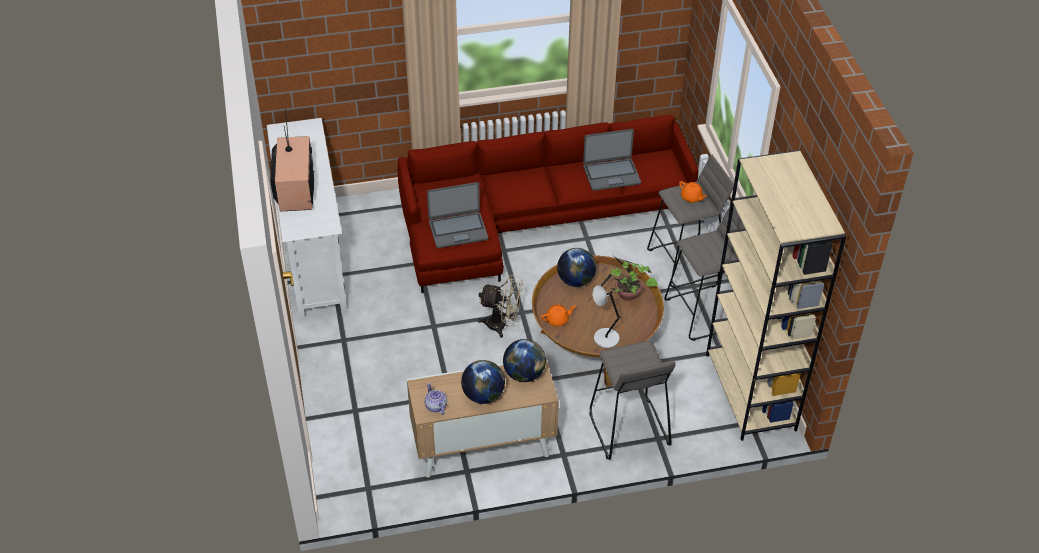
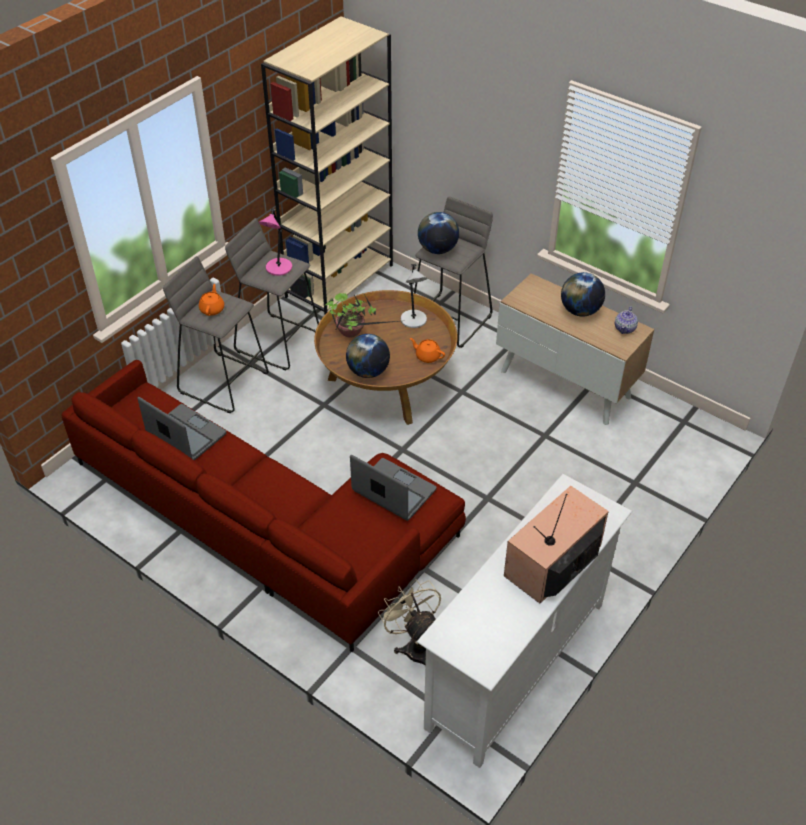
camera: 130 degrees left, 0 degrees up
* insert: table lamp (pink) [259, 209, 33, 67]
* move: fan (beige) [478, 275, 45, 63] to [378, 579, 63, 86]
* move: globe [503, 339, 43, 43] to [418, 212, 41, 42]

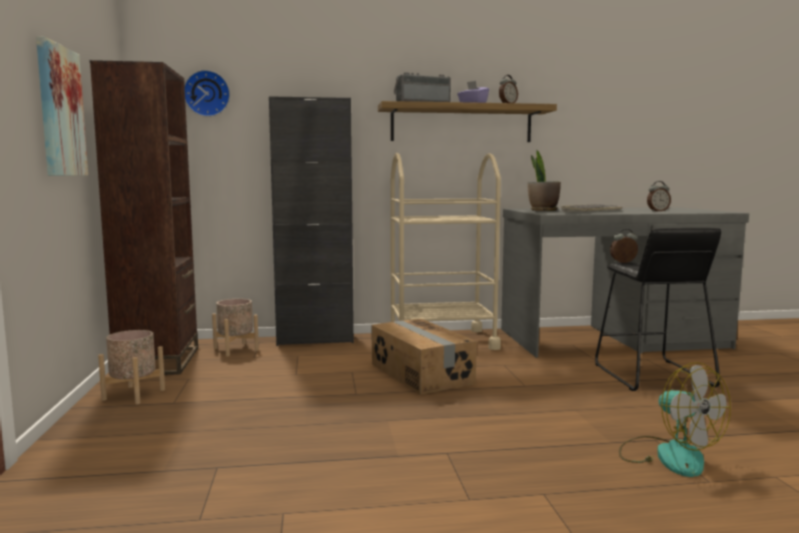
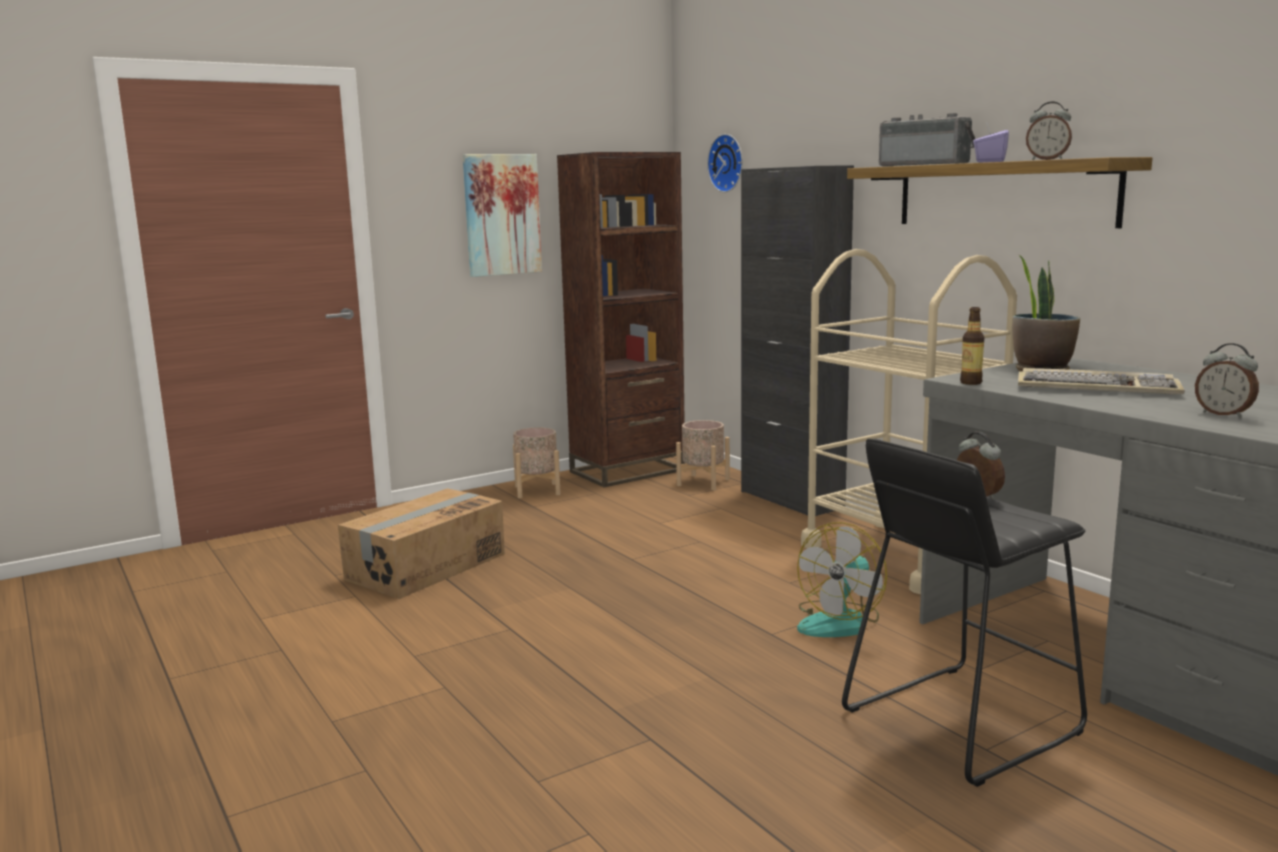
camera: 65 degrees right, 5 degrees up
* move: cardboard box [371, 319, 106, 76] to [338, 488, 167, 111]
* move: fan [619, 362, 112, 115] to [797, 522, 90, 115]
* insert: bottle [960, 307, 25, 78]

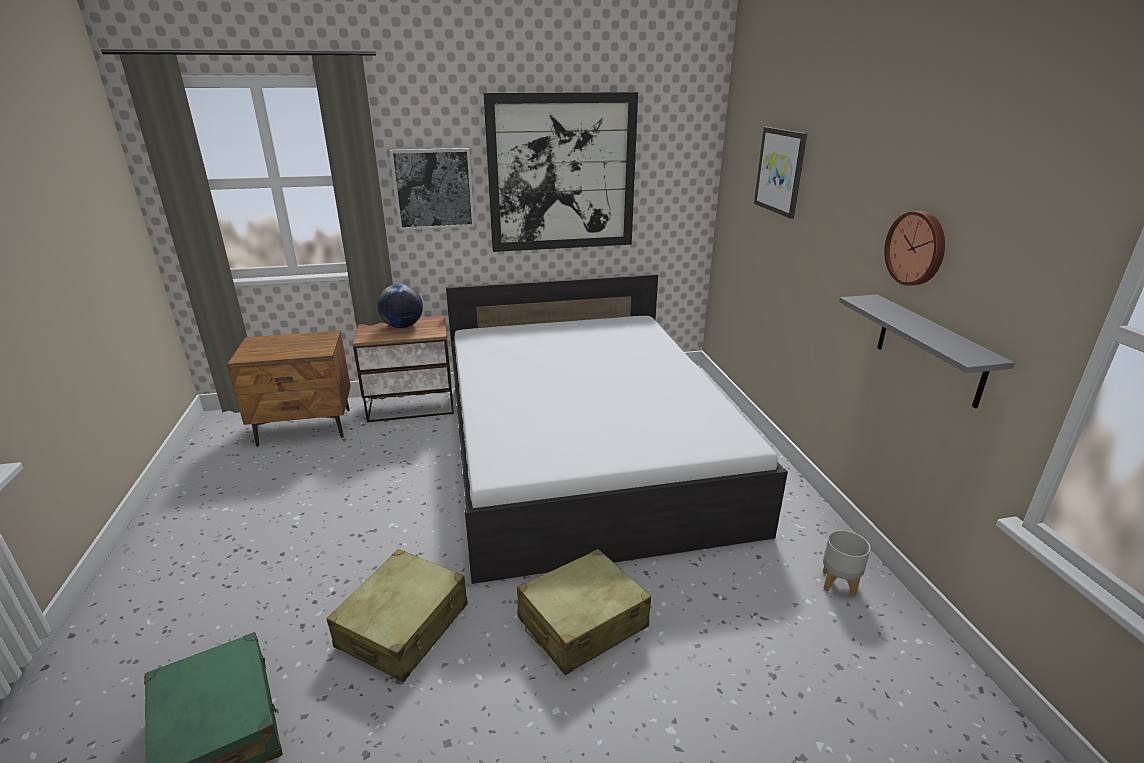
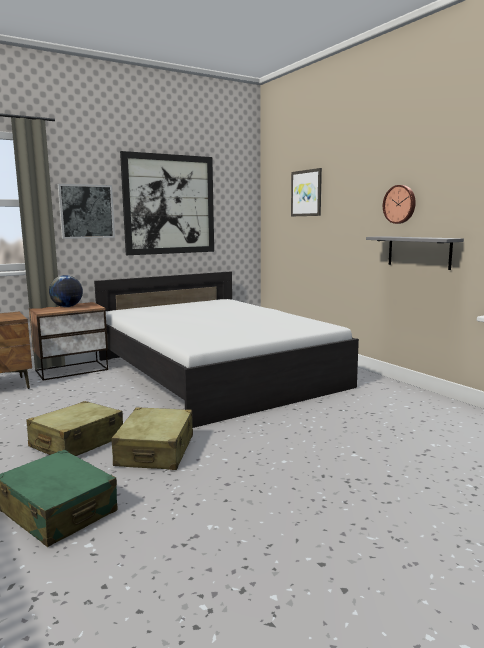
camera: 20 degrees left, 15 degrees down
* move: suitcase (beige) [517, 549, 134, 126] to [26, 401, 97, 55]
* delete: planter (grey) [823, 530, 48, 67]

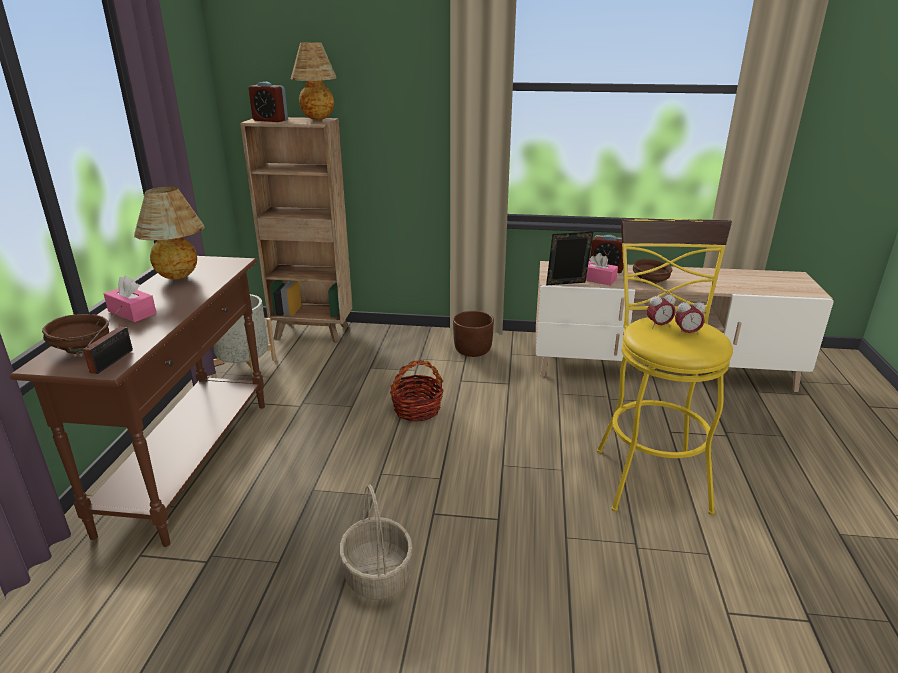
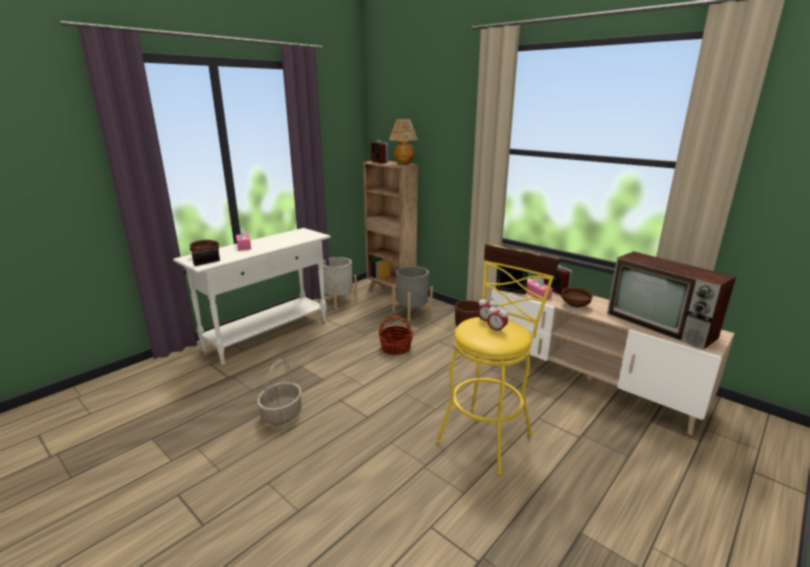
camera: 35 degrees right, 5 degrees down
* recolor: console table (brown) [10, 256, 255, 291] to console table (white) [173, 228, 158, 137]
* insert: planter (grey) [392, 266, 41, 55]
* insert: television [607, 251, 129, 98]
* delete: table lamp [134, 187, 71, 93]

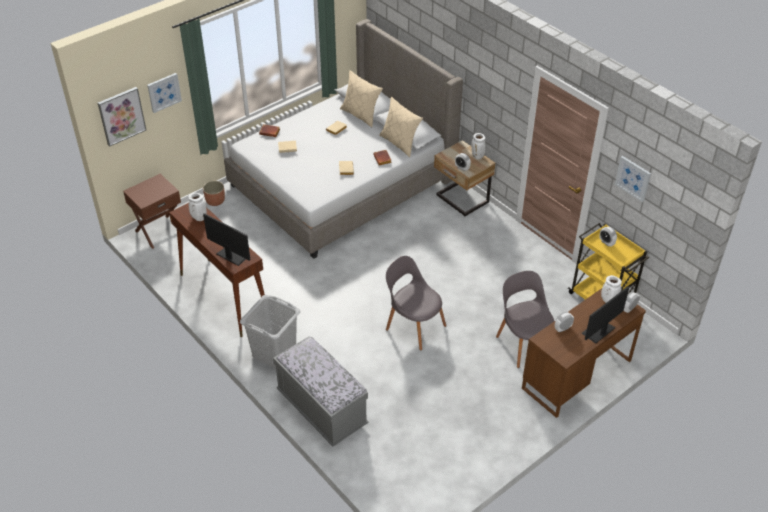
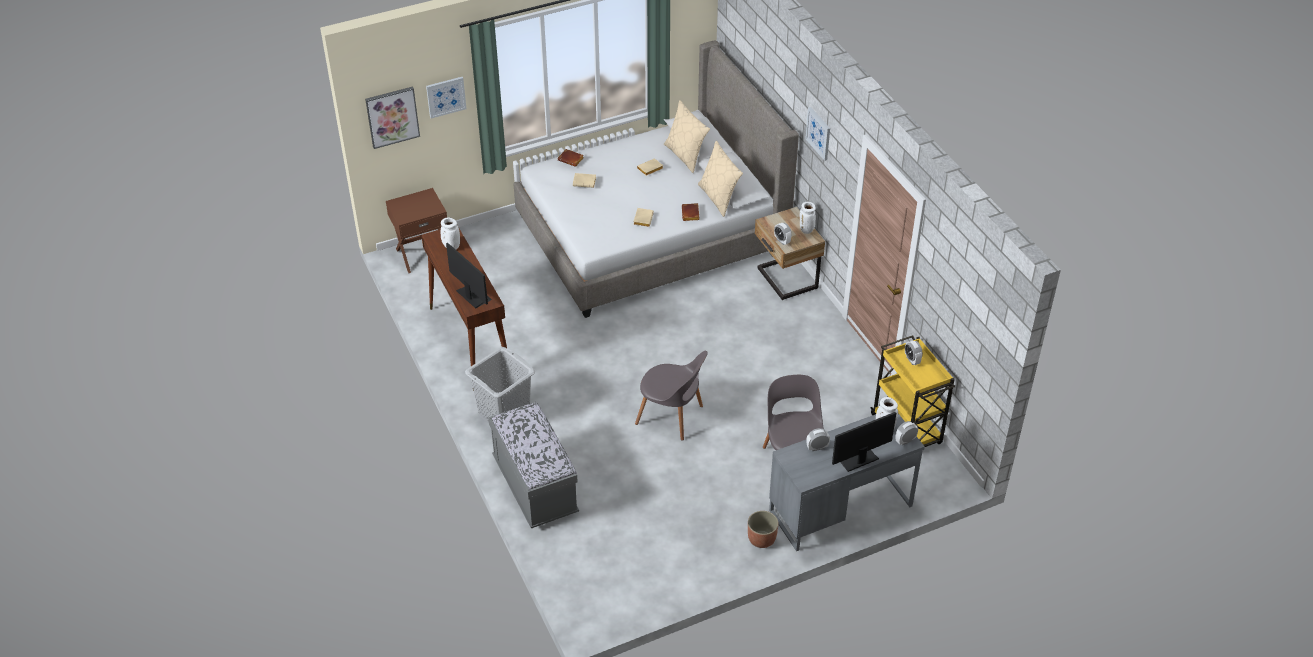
camera: 15 degrees right, 0 degrees up
* rotate: chair (grey) [386, 256, 60, 95] = [635, 351, 73, 90] 150 degrees clockwise
* move: planter [203, 181, 22, 25] to [748, 511, 31, 37]
* recolor: desk (brown) [522, 288, 124, 130] to desk (grey) [769, 413, 156, 138]
* move: picture [615, 156, 36, 46] to [805, 107, 25, 54]

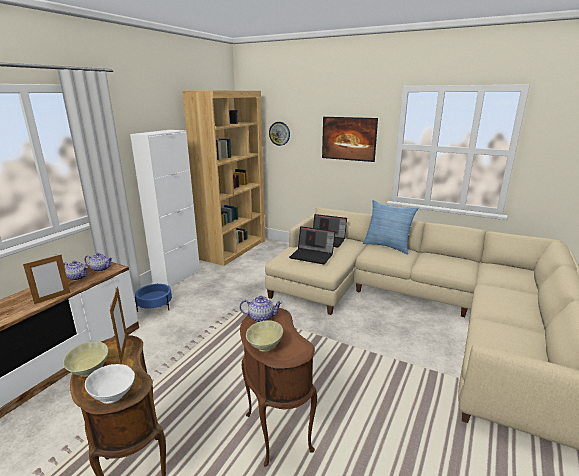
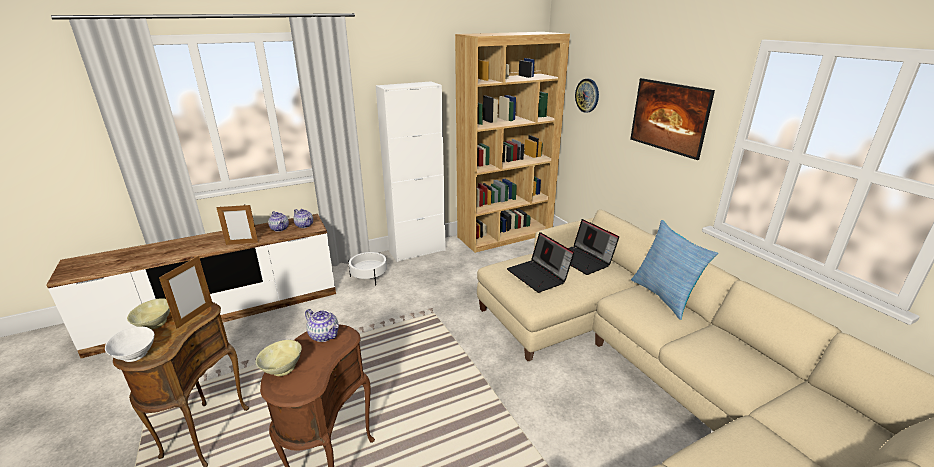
camera: 35 degrees right, 5 degrees up
* recolor: planter (blue) [135, 283, 37, 29] to planter (white) [348, 252, 39, 33]

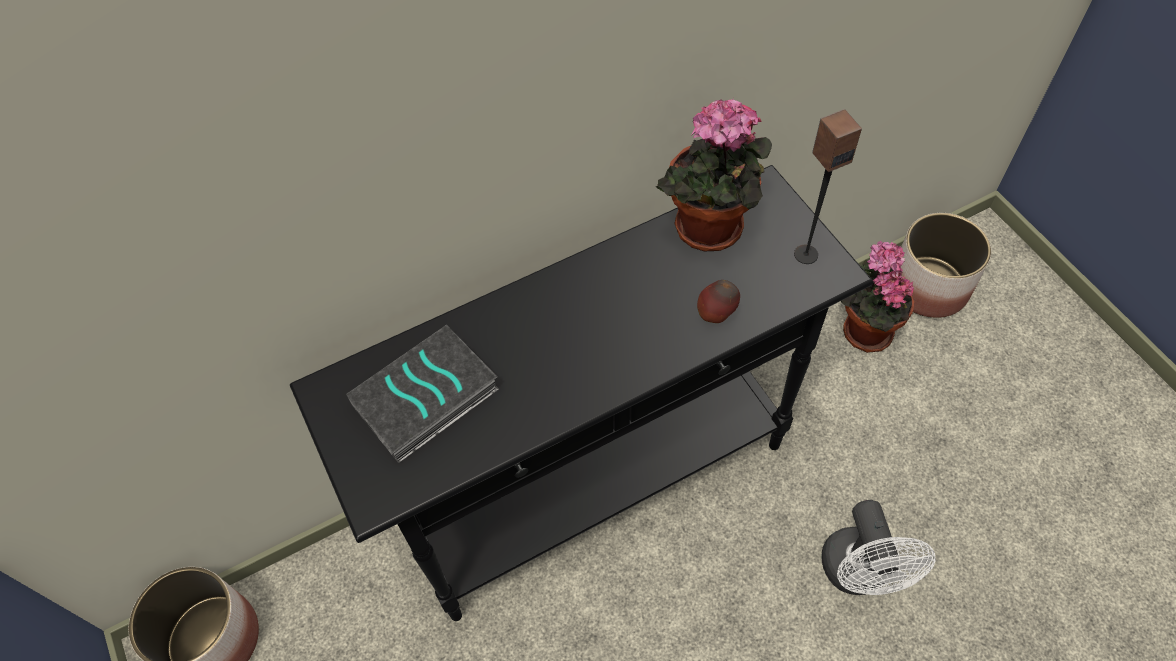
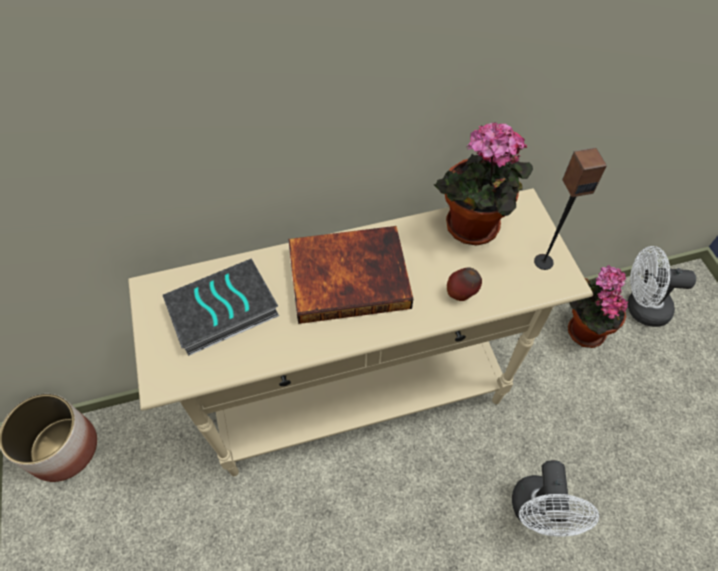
camera: 10 degrees right, 0 degrees up
* recolor: console table (black) [290, 165, 584, 456] to console table (beige) [128, 188, 465, 288]
* insert: book [288, 226, 125, 98]
* replace: planter [901, 213, 90, 105] to fan (white) [628, 246, 68, 81]

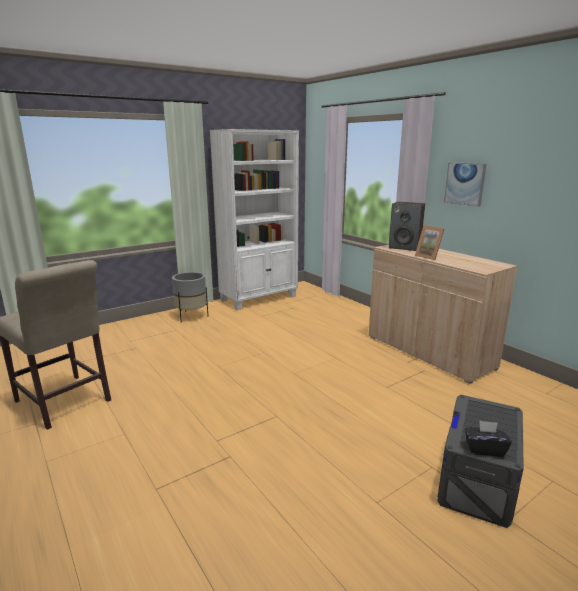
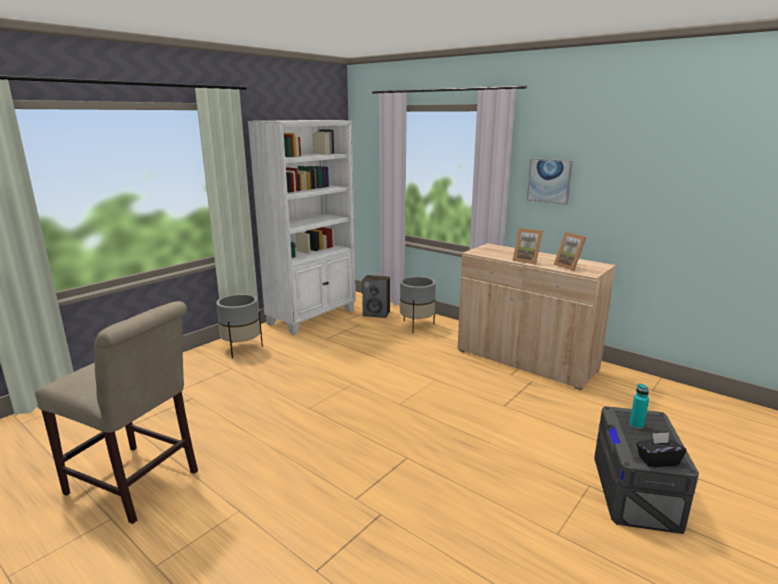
camera: 15 degrees left, 0 degrees up
* move: speaker [389, 202, 36, 49] to [362, 275, 28, 43]
* insert: planter (grey) [400, 276, 36, 55]
* insert: picture frame [554, 232, 32, 39]
* insert: bottle (turquoise) [629, 383, 20, 46]

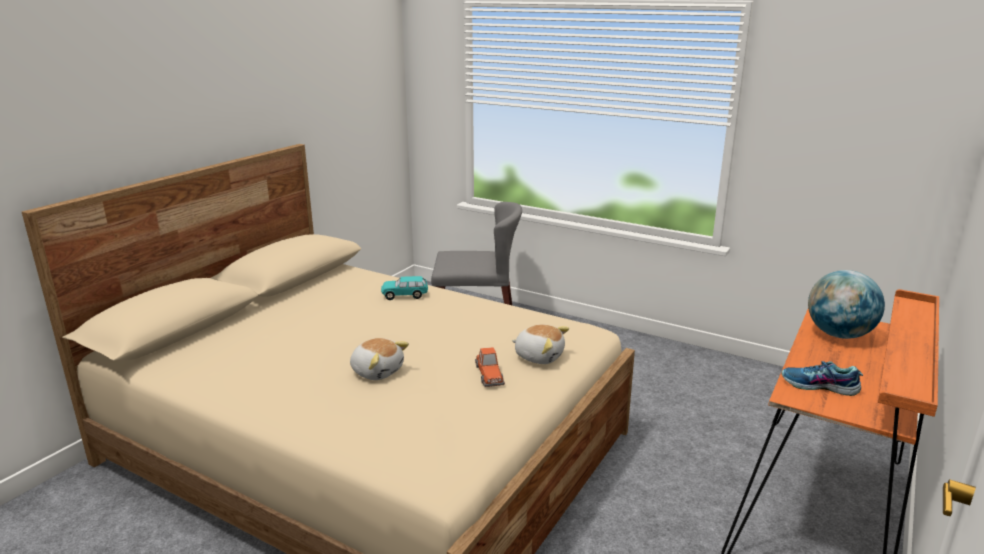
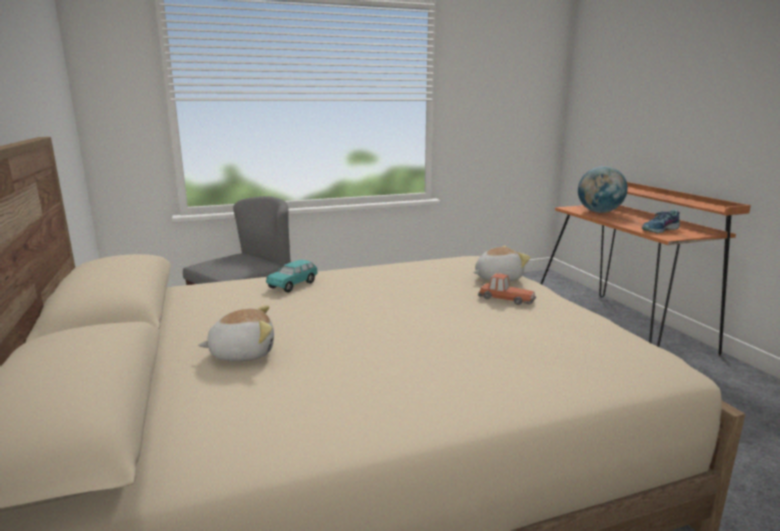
camera: 50 degrees left, 5 degrees down
* move: plush toy [350, 338, 59, 42] to [198, 305, 76, 56]

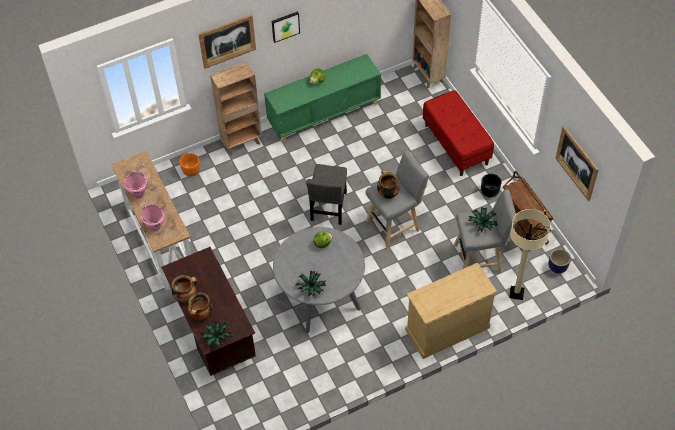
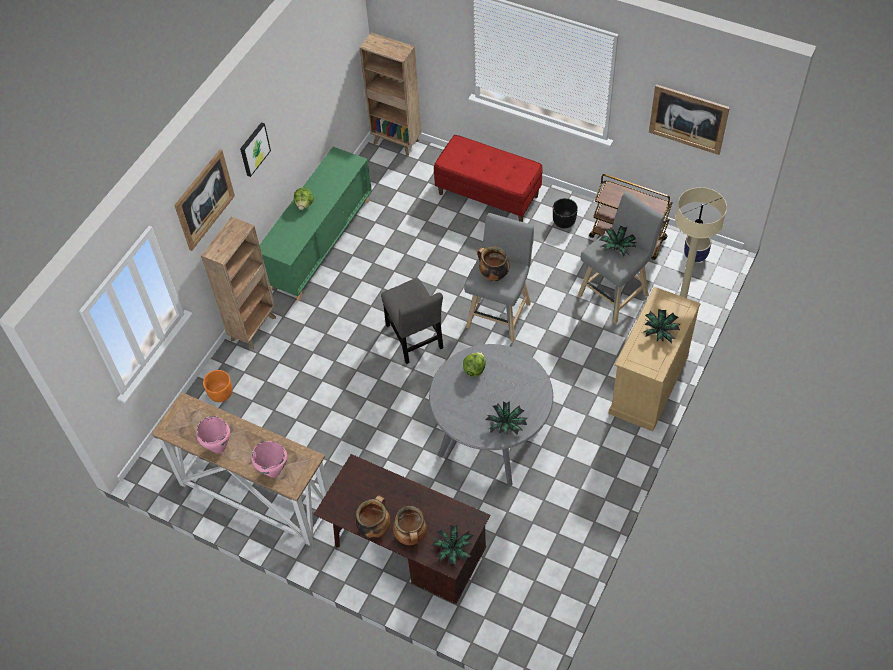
camera: 35 degrees left, 0 degrees up
* insert: potted plant [644, 309, 36, 35]

